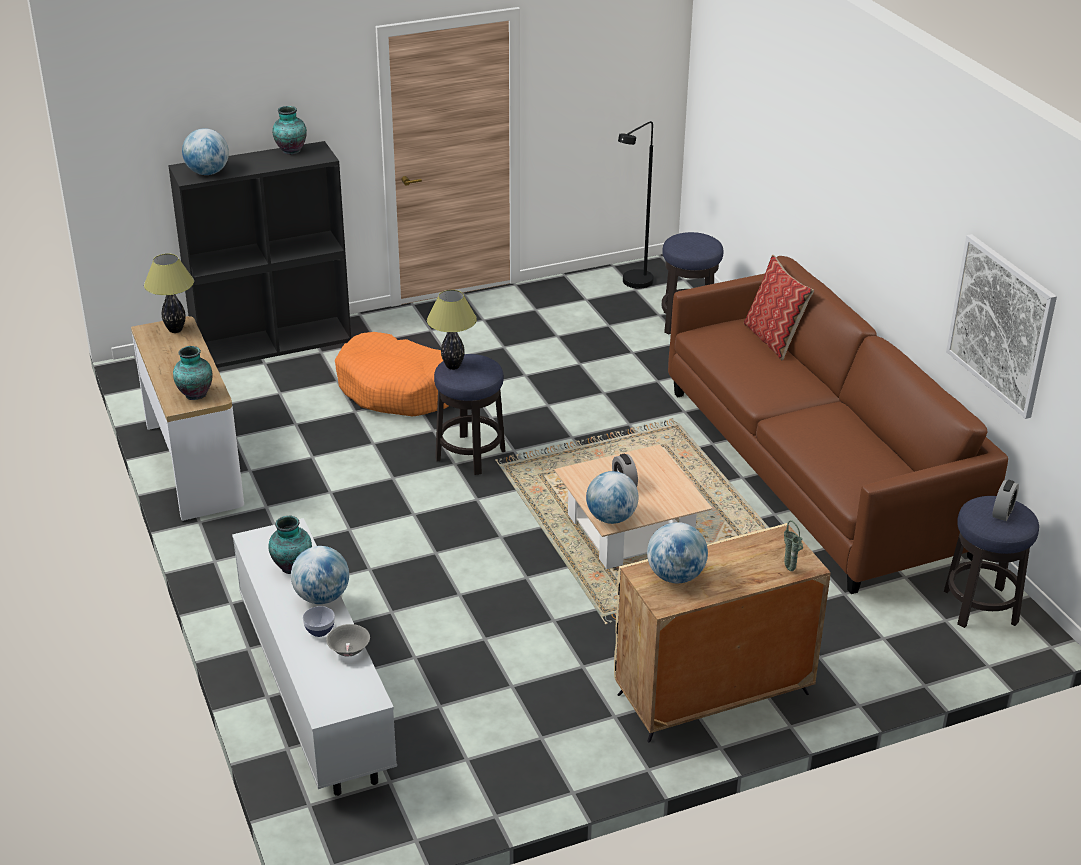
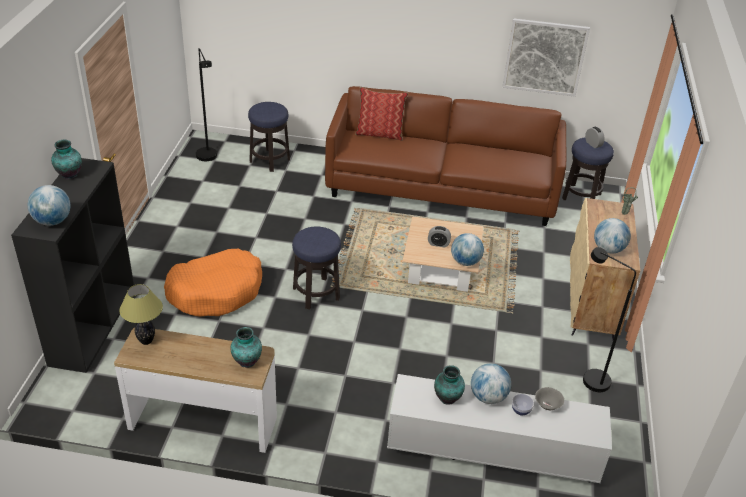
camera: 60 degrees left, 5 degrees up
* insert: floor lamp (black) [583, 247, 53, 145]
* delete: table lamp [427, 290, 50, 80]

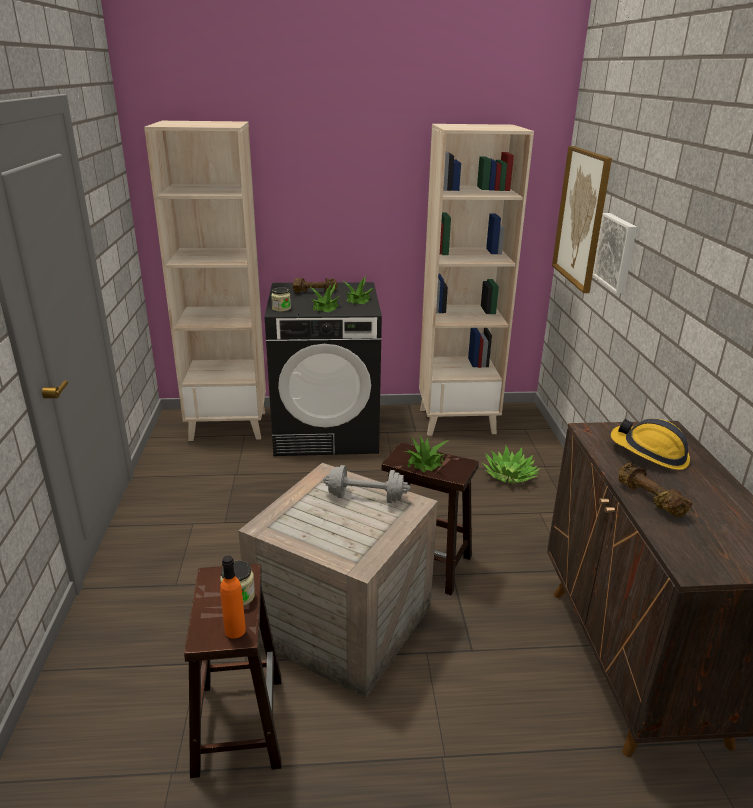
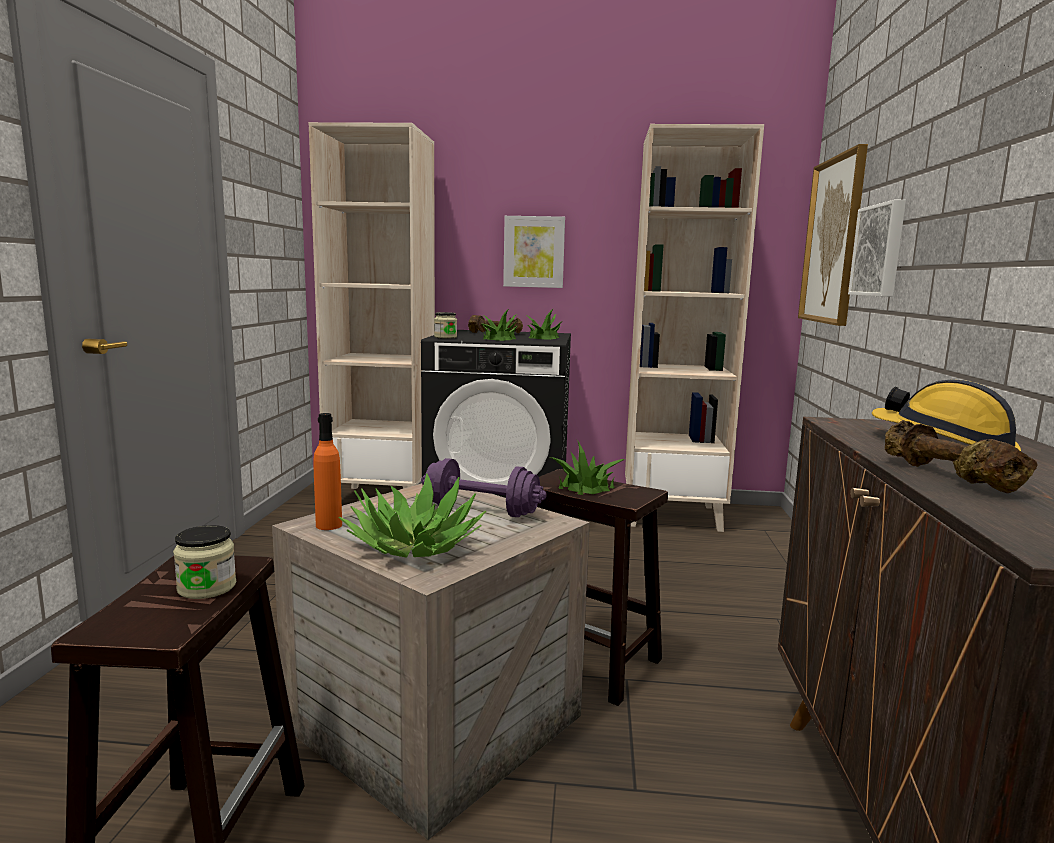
camera: 10 degrees right, 15 degrees down
* move: bottle (orange) [220, 555, 26, 84] to [313, 413, 29, 117]
* move: potted plant [482, 446, 58, 38] to [339, 473, 147, 85]
* recolor: dumbbell (grey) [323, 465, 88, 38] to dumbbell (purple) [421, 458, 126, 59]
* insert: picture [503, 216, 62, 72]

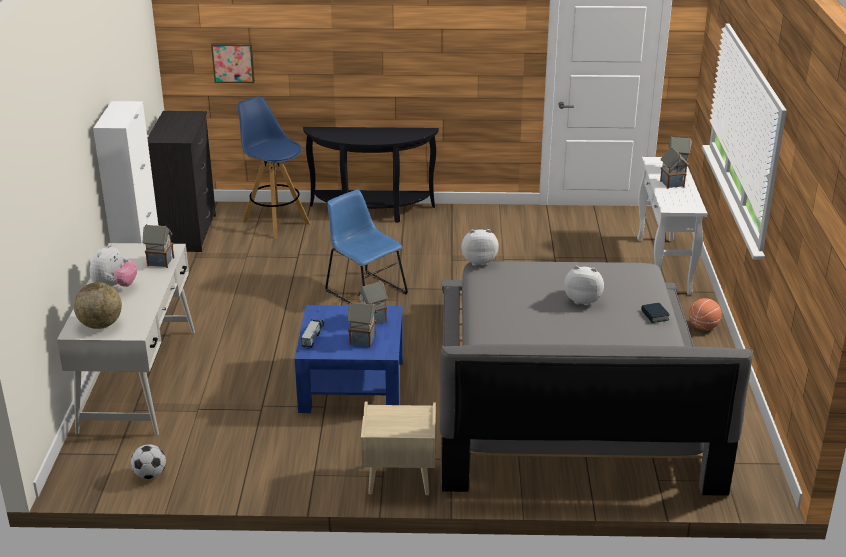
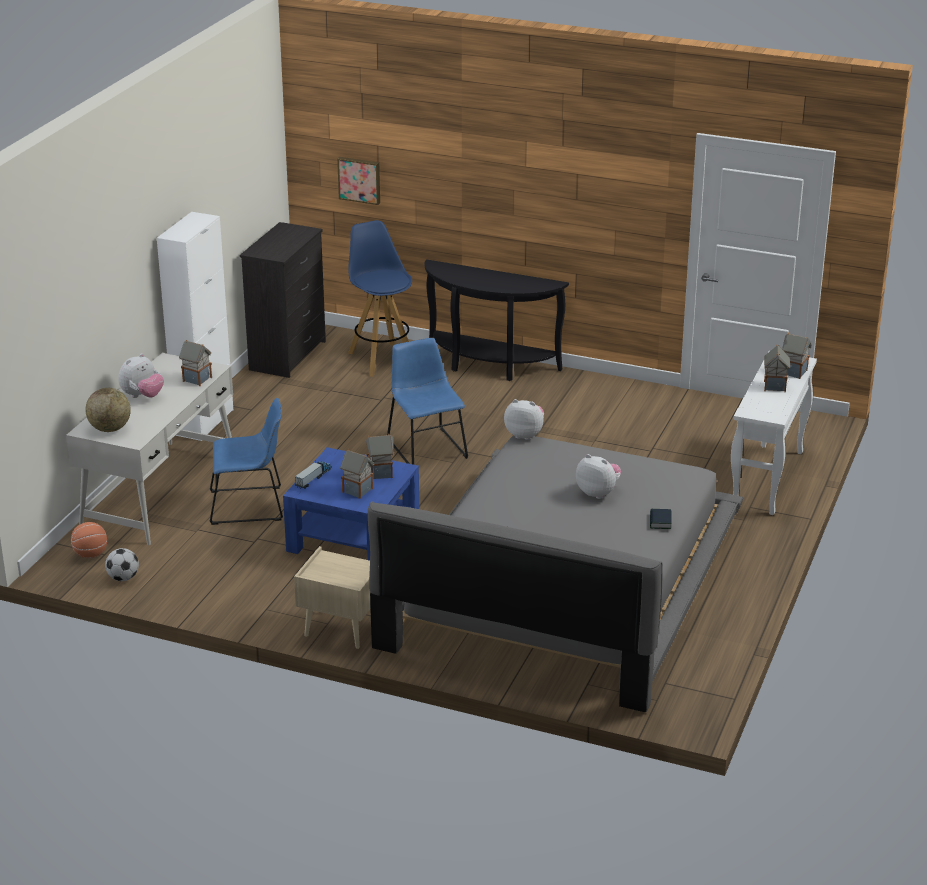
camera: 20 degrees right, 0 degrees up
* move: basketball [689, 298, 33, 32] to [71, 522, 36, 36]
* insert: chair (blue) [210, 398, 73, 127]

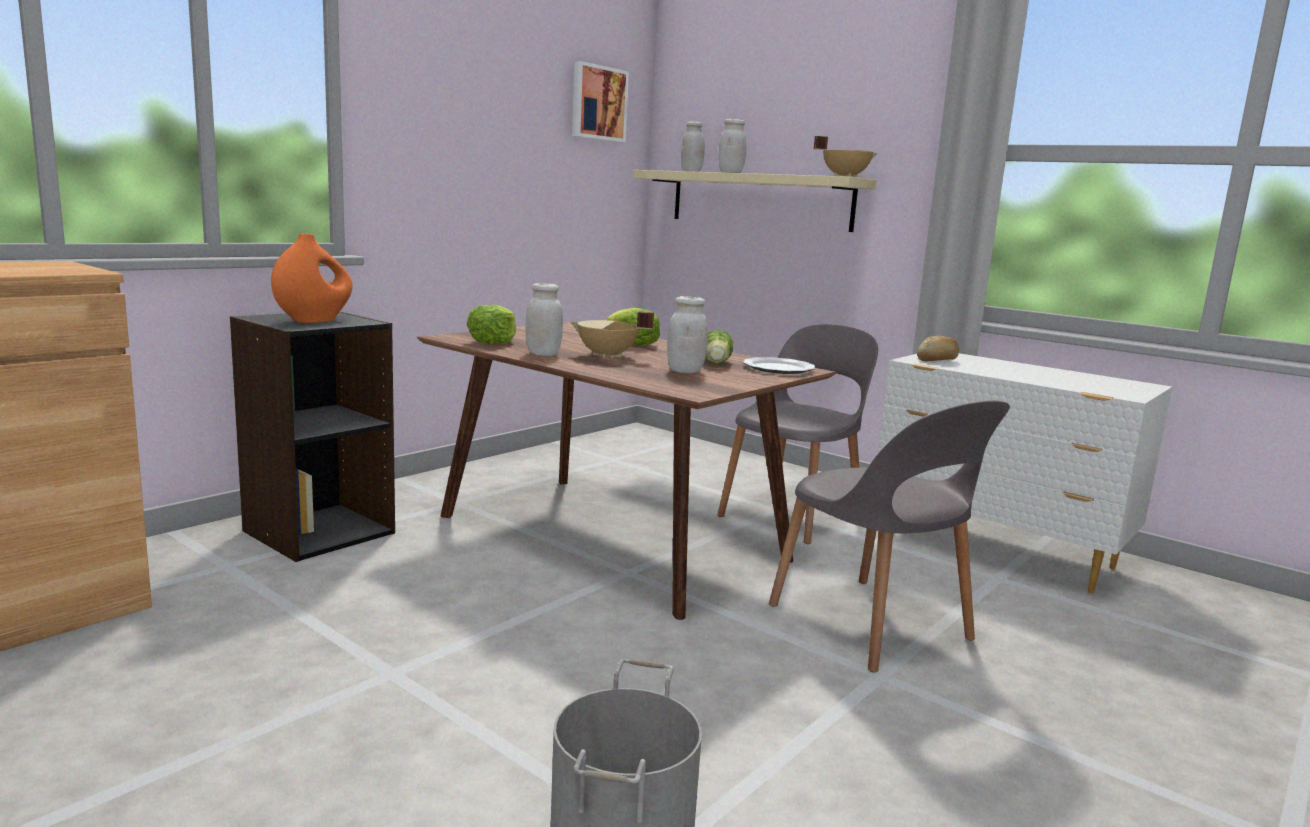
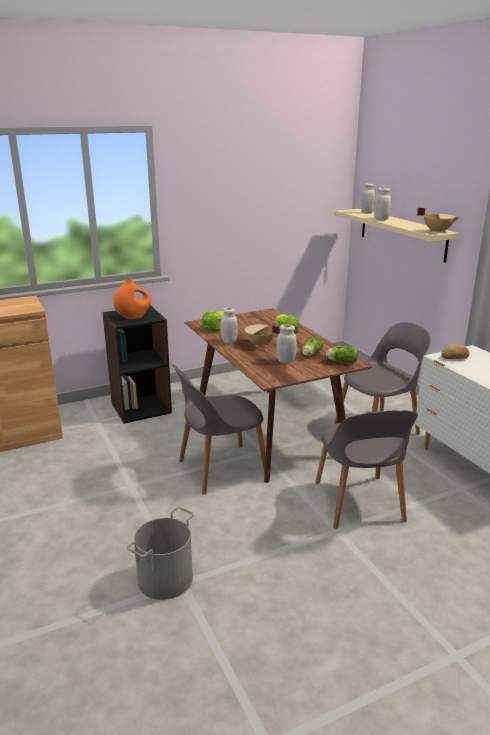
camera: 25 degrees right, 10 degrees up
* insert: chair (grey) [172, 364, 94, 131]
* replace: plate [743, 357, 72, 17] to lettuce [326, 346, 32, 17]
* delete: picture [572, 61, 57, 81]

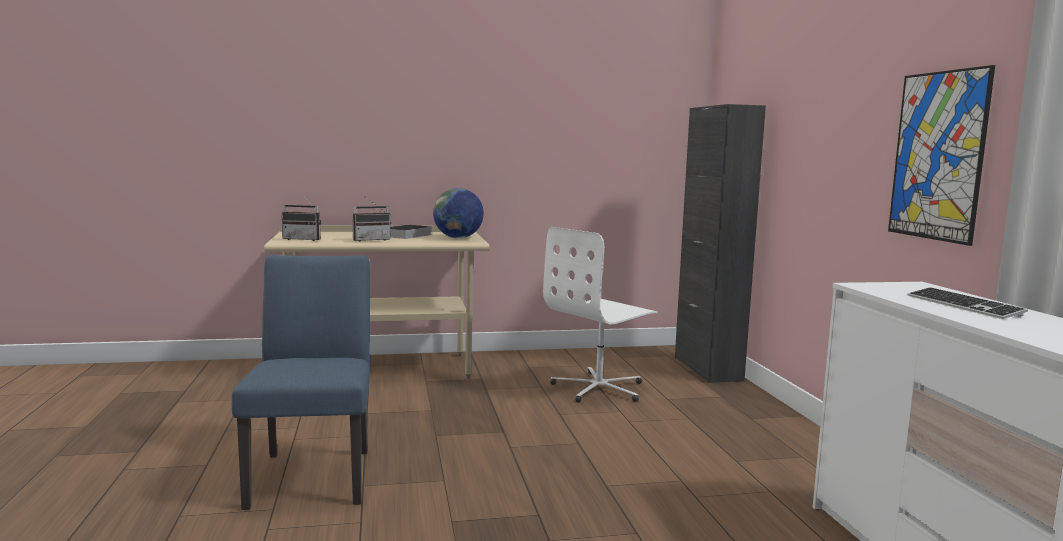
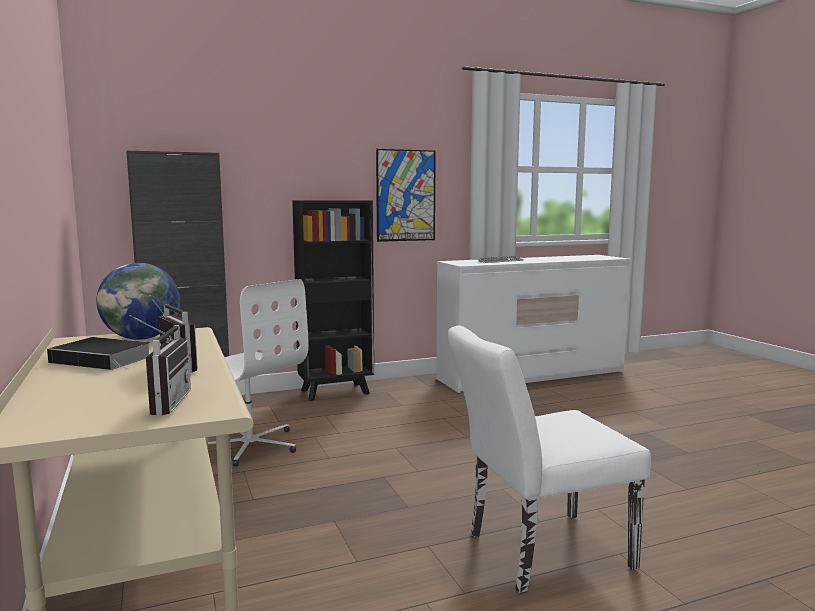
camera: 100 degrees left, 0 degrees up
* insert: bookcase (black) [292, 200, 82, 201]
* recolor: chair (blue) [232, 255, 138, 255] to chair (white) [448, 326, 203, 268]

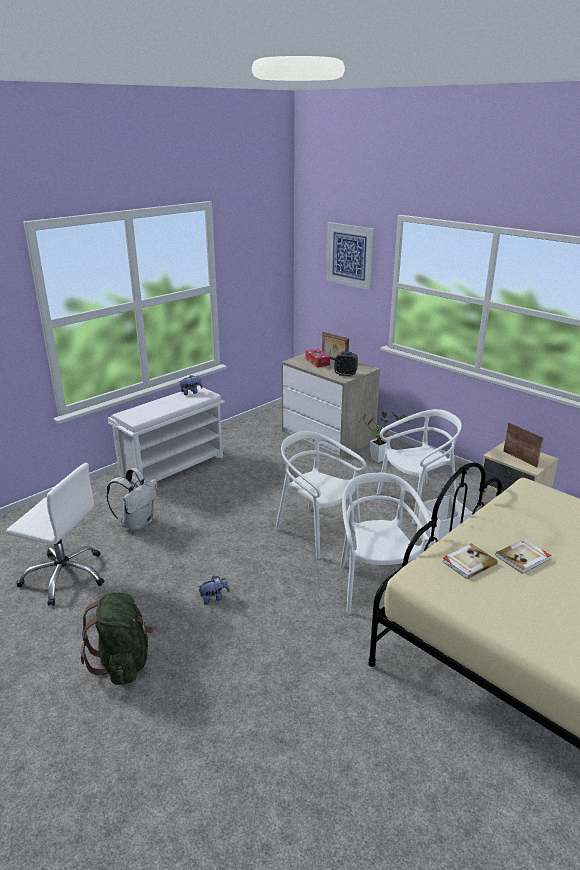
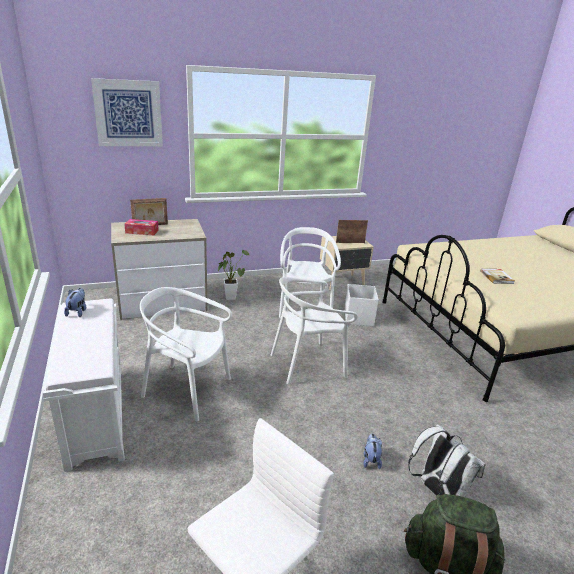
camera: 65 degrees left, 0 degrees up
* move: chair (white) [340, 473, 95, 141] to [140, 287, 92, 134]
* move: backpack (white) [106, 468, 51, 64] to [408, 424, 78, 73]
* delete: alarm clock [334, 351, 24, 26]
* delete: book [442, 543, 56, 37]

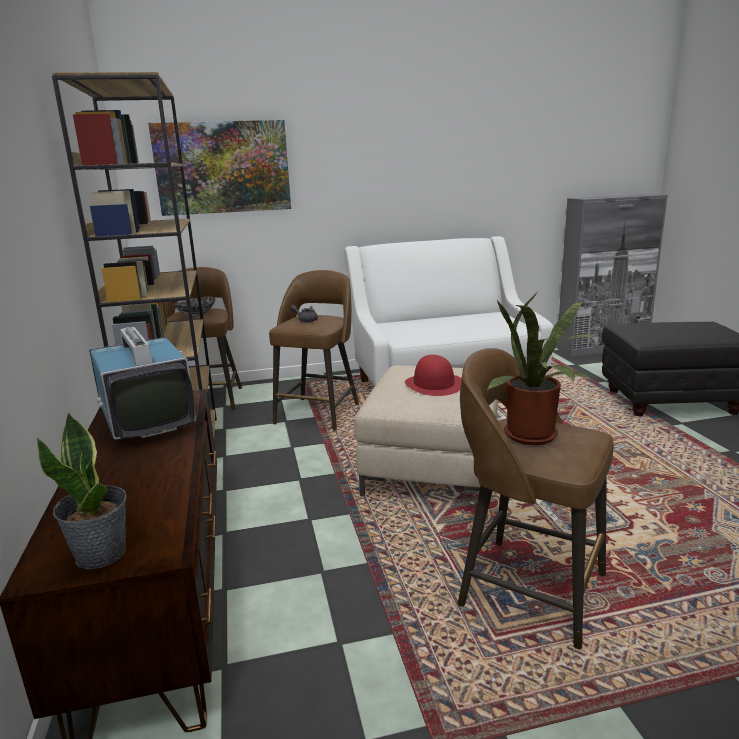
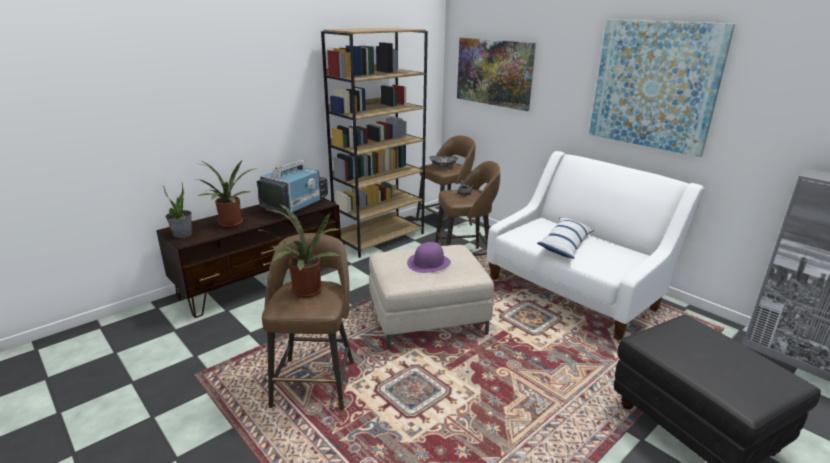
camera: 60 degrees right, 5 degrees up
* insert: potted plant [195, 160, 63, 68]
* recolor: hat (red) [405, 355, 56, 41] to hat (purple) [407, 242, 44, 31]
* insert: pillow [537, 217, 57, 42]
* insert: picture [589, 20, 146, 137]

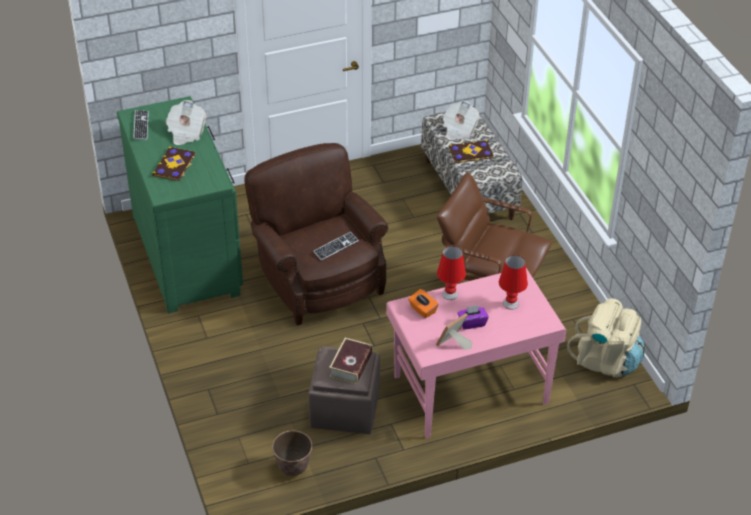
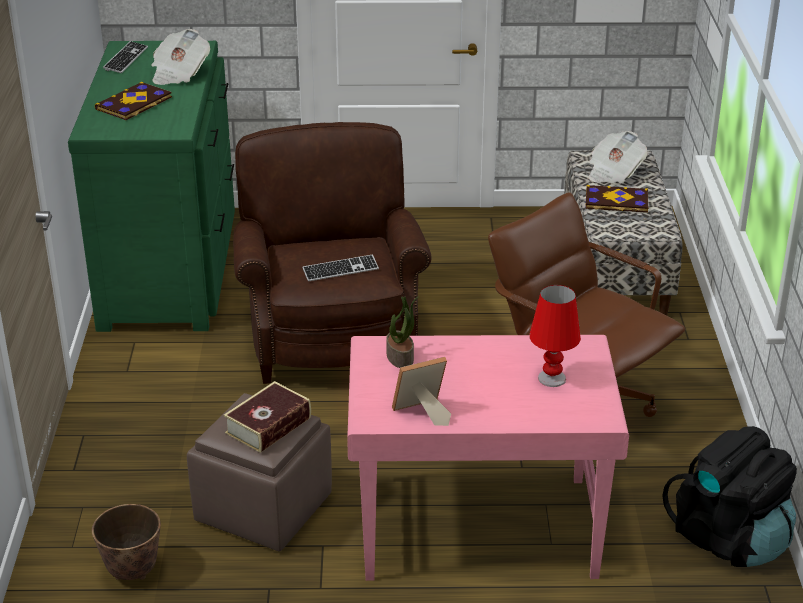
camera: 20 degrees right, 10 degrees down
* replace: tissue box (orange) [408, 289, 31, 29] to potted plant [386, 296, 33, 72]
* recolor: backpack (beige) [567, 298, 77, 79] to backpack (black) [662, 426, 135, 141]
* delete: table lamp (red) [437, 246, 29, 54]
* delete: tissue box (purple) [457, 305, 32, 25]

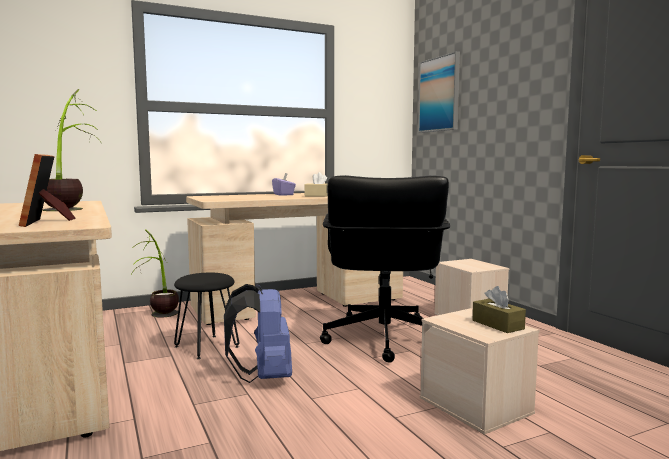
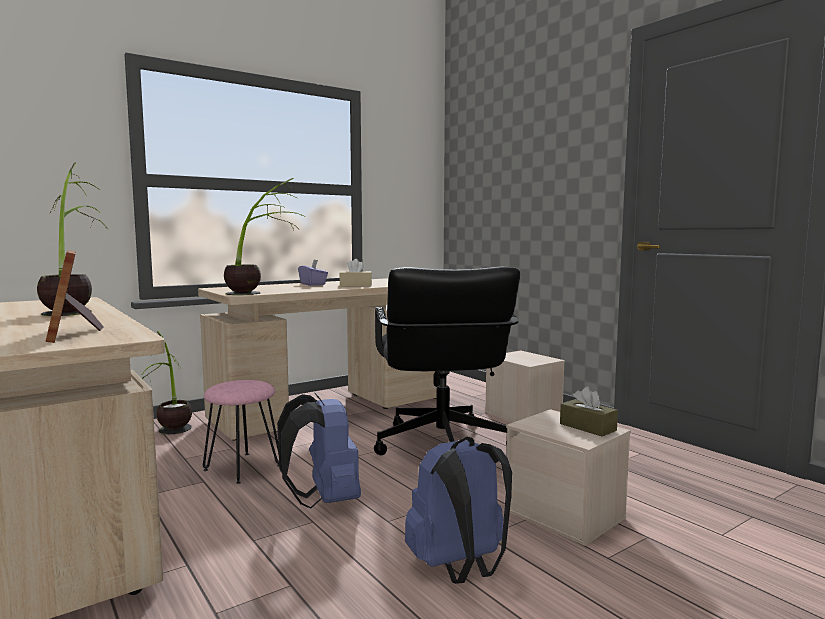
camera: 10 degrees left, 0 degrees up
* recolor: stool (black) [174, 273, 65, 86] to stool (pink) [203, 380, 76, 104]
* insert: potted plant [224, 178, 82, 117]
* insert: backpack (blue) [405, 437, 107, 147]
* delete: picture [418, 51, 42, 82]

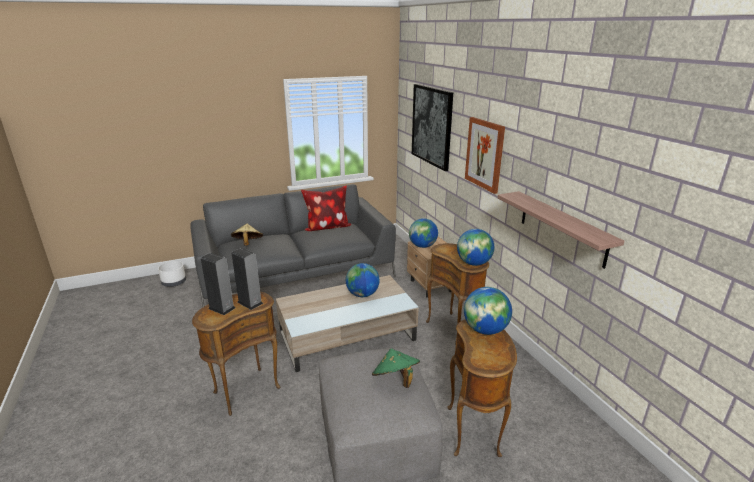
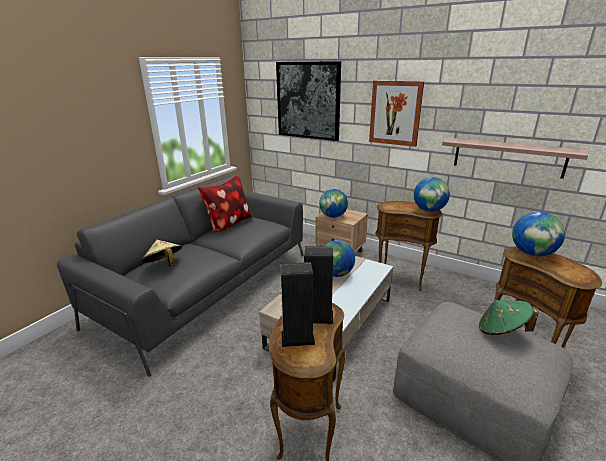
camera: 35 degrees left, 0 degrees up
* delete: planter (white) [158, 261, 28, 26]

